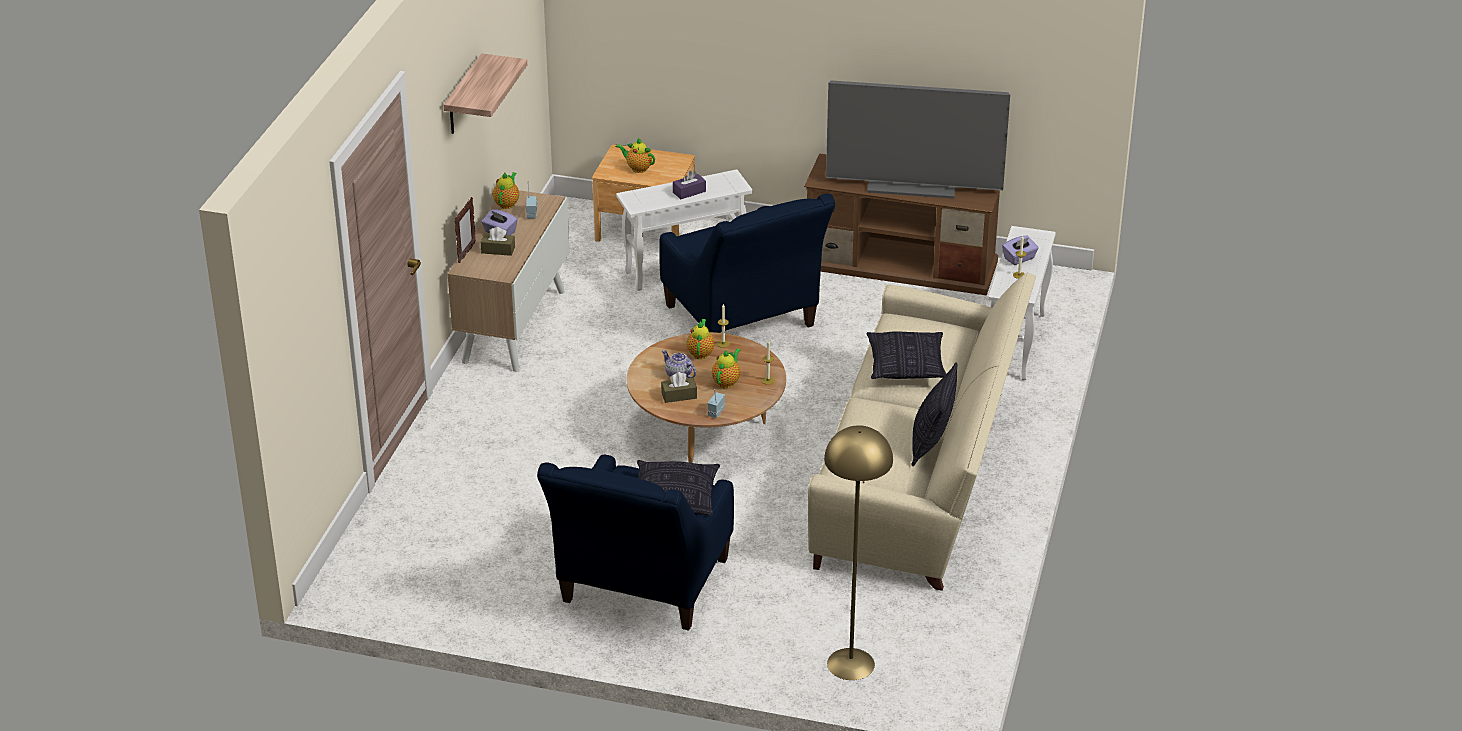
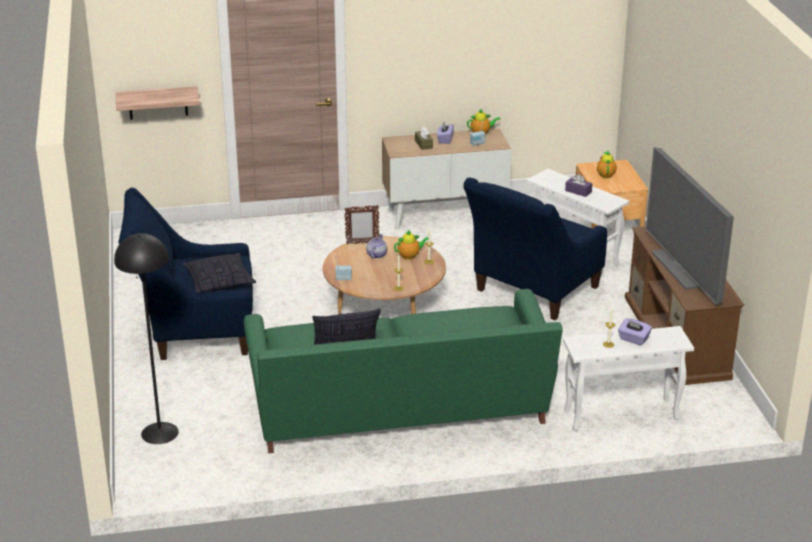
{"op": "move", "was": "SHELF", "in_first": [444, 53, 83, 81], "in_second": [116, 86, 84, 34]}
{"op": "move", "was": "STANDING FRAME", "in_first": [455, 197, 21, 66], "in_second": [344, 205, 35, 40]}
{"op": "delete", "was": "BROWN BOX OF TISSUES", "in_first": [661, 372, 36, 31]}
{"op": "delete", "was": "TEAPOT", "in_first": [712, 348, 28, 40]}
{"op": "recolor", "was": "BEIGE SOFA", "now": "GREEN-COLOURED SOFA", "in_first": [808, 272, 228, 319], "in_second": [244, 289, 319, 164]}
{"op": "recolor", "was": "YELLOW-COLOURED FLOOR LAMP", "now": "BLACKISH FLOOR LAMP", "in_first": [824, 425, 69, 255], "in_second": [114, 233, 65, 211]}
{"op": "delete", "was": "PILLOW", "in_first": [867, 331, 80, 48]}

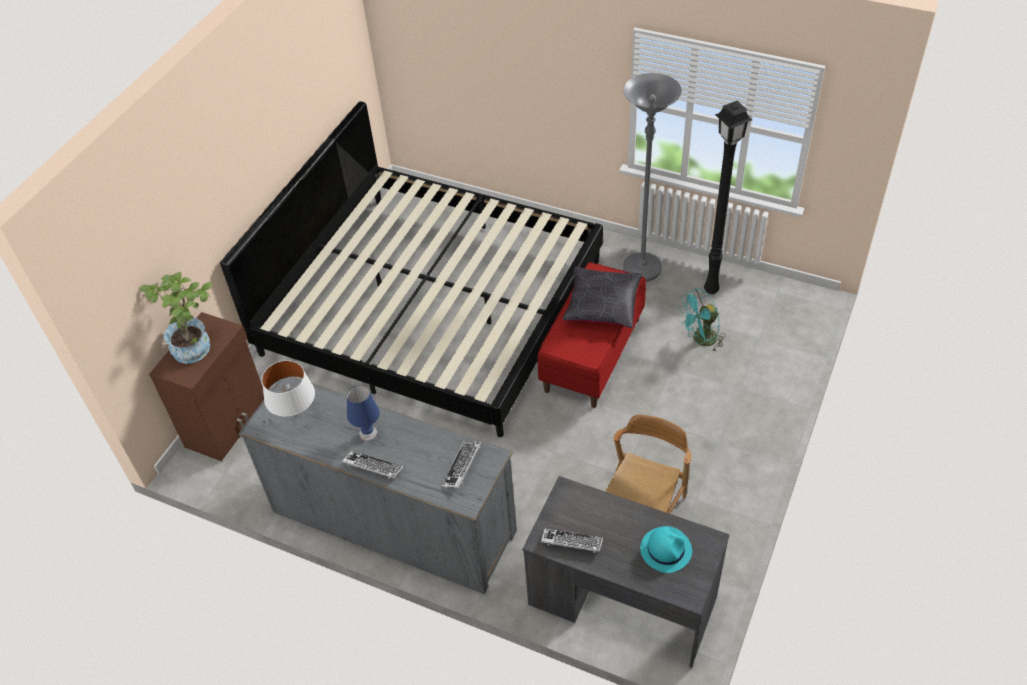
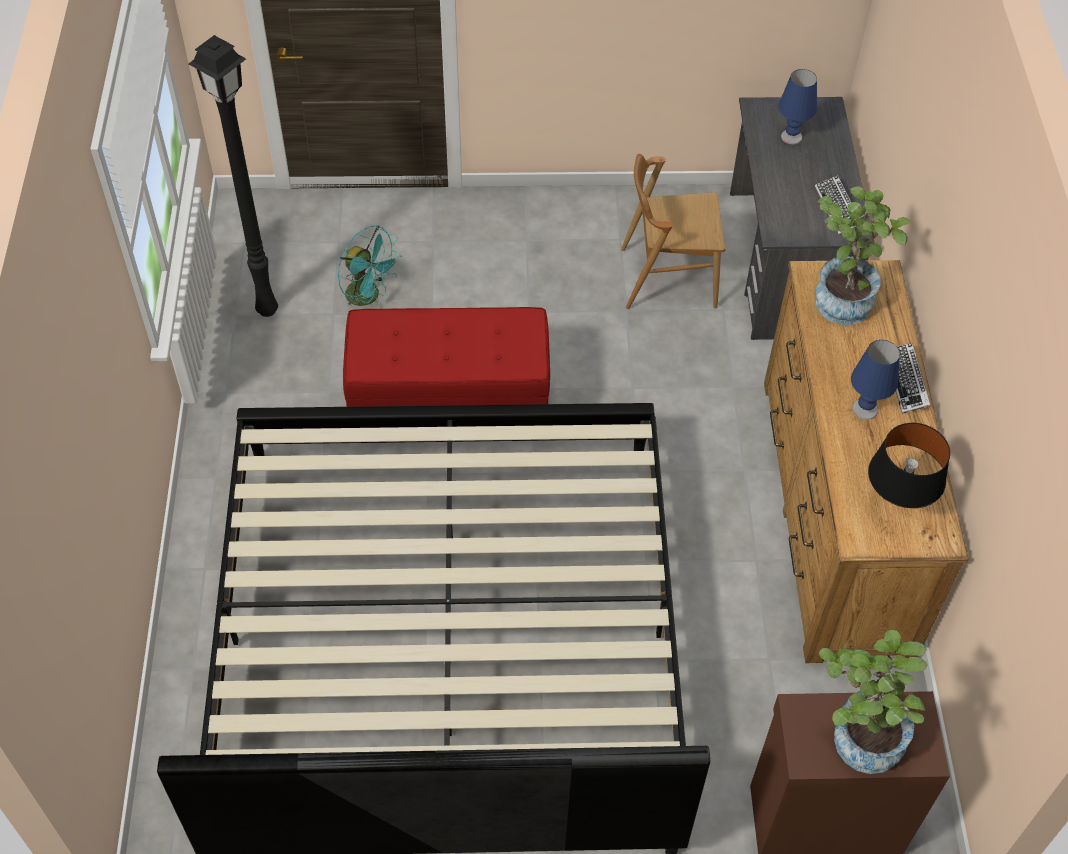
{"op": "recolor", "was": "GREYISH CHEST OF DRAWERS", "now": "BROWN CHEST OF DRAWERS", "in_first": [239, 377, 278, 217], "in_second": [764, 260, 205, 403]}
{"op": "recolor", "was": "WHITISH TABLE LAMP", "now": "BLACKISH TABLE LAMP", "in_first": [262, 360, 53, 57], "in_second": [868, 423, 82, 85]}
{"op": "replace", "was": "KEYBOARD", "now": "PLANT IN A POT", "in_first": [441, 441, 40, 47], "in_second": [816, 186, 95, 139]}
{"op": "delete", "was": "BLACKISH PILLOW", "in_first": [563, 266, 79, 62]}
{"op": "delete", "was": "GREYISH FLOOR LAMP", "in_first": [623, 73, 59, 209]}
{"op": "replace", "was": "TURQUOISE-COLOURED HAT", "now": "BLUISH TABLE LAMP", "in_first": [640, 526, 52, 47], "in_second": [778, 69, 39, 75]}

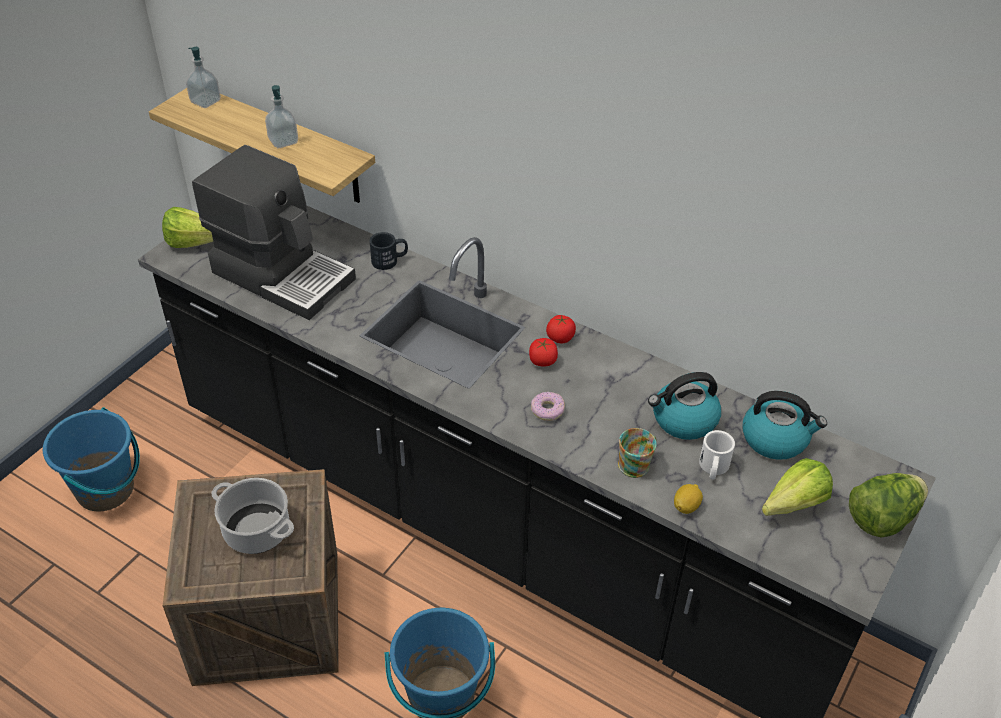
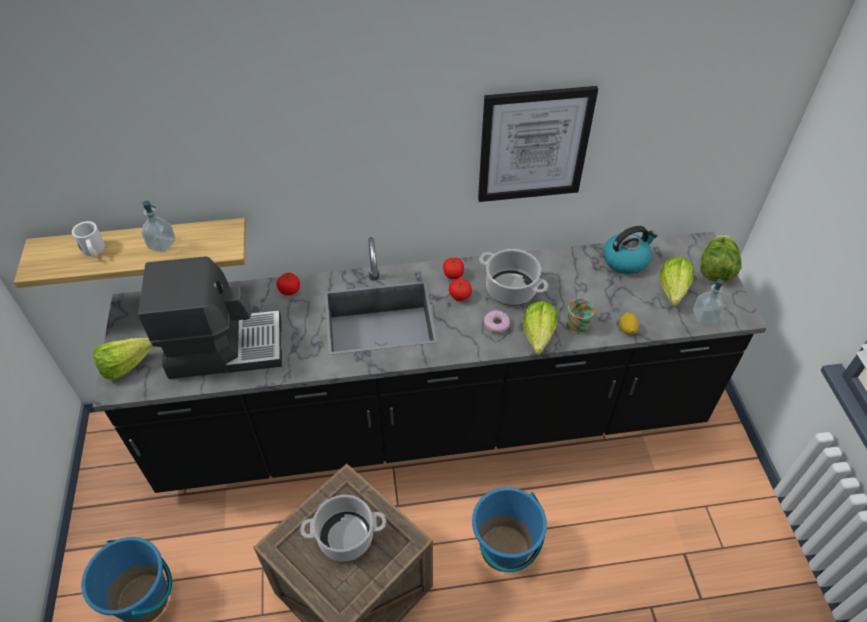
{"op": "move", "was": "SOAP BOTTLE", "in_first": [186, 47, 35, 61], "in_second": [693, 279, 31, 44]}
{"op": "replace", "was": "BLACKISH MUG", "now": "WHOLE TOMATO", "in_first": [370, 232, 38, 38], "in_second": [277, 273, 23, 22]}
{"op": "delete", "was": "TEA KETTLE", "in_first": [648, 372, 73, 68]}
{"op": "move", "was": "WHITISH MUG", "in_first": [699, 430, 36, 49], "in_second": [72, 221, 33, 37]}
{"op": "insert", "now": "WALL PICTURE", "in_second": [478, 86, 120, 116]}
{"op": "insert", "now": "SAUCEPOT", "in_second": [479, 249, 69, 57]}
{"op": "insert", "now": "LETTUCE", "in_second": [523, 301, 35, 54]}

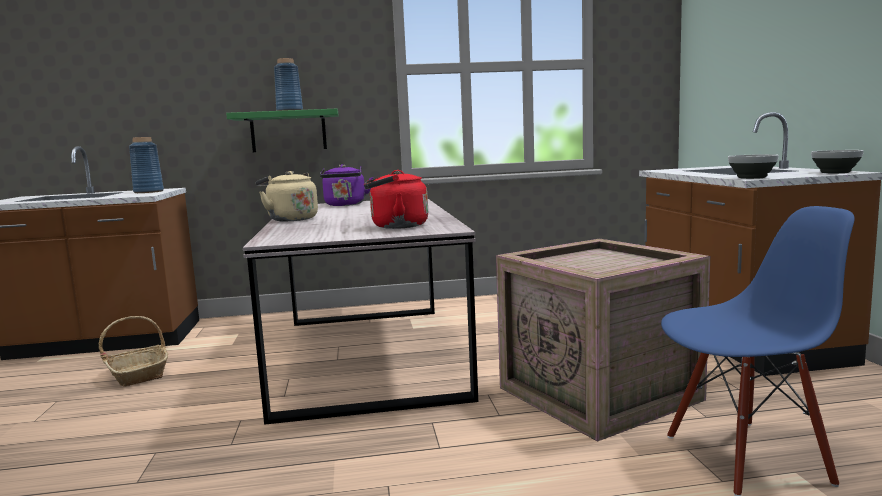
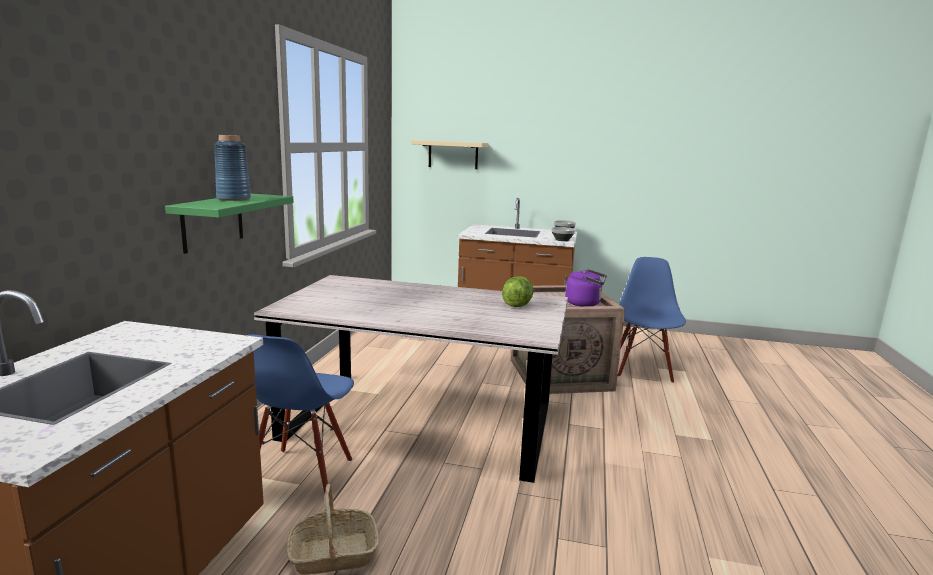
{"op": "delete", "was": "BLUISH VASE", "in_first": [129, 137, 35, 56]}
{"op": "delete", "was": "BEIGE TEA KETTLE", "in_first": [256, 171, 62, 50]}
{"op": "move", "was": "PURPLE TEA KETTLE", "in_first": [320, 164, 53, 42], "in_second": [565, 269, 42, 37]}
{"op": "replace", "was": "RED-COLOURED TEA KETTLE", "now": "LETTUCE", "in_first": [364, 170, 64, 59], "in_second": [502, 276, 32, 31]}
{"op": "insert", "now": "BLUISH PLAIN CHAIR", "in_second": [246, 335, 108, 159]}
{"op": "insert", "now": "BEIGE SHELF", "in_second": [411, 140, 77, 29]}

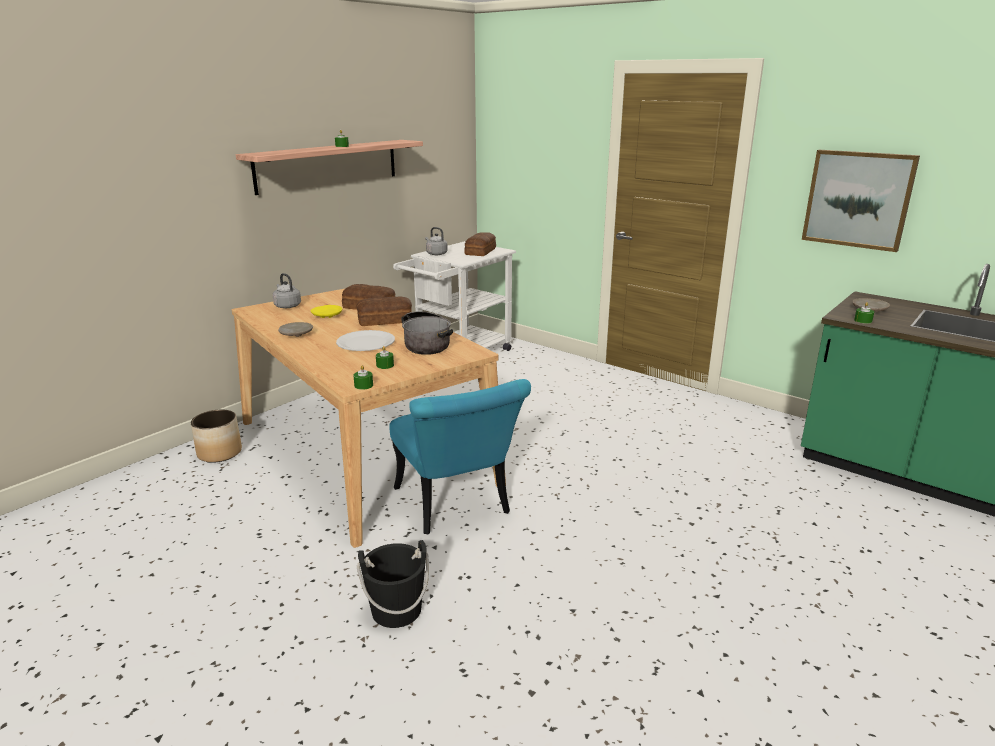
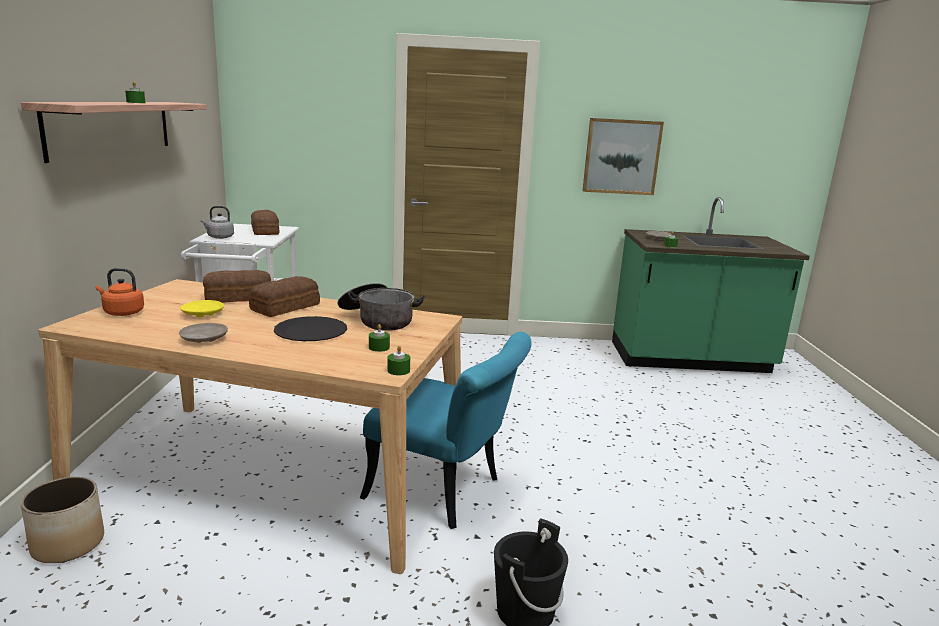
{"op": "recolor", "was": "GREYISH TEA KETTLE", "now": "ORANGE TEA KETTLE", "in_first": [273, 273, 28, 35], "in_second": [96, 268, 48, 48]}
{"op": "recolor", "was": "WHITISH PLATE", "now": "BLACKISH PLATE", "in_first": [336, 330, 59, 21], "in_second": [274, 316, 73, 25]}

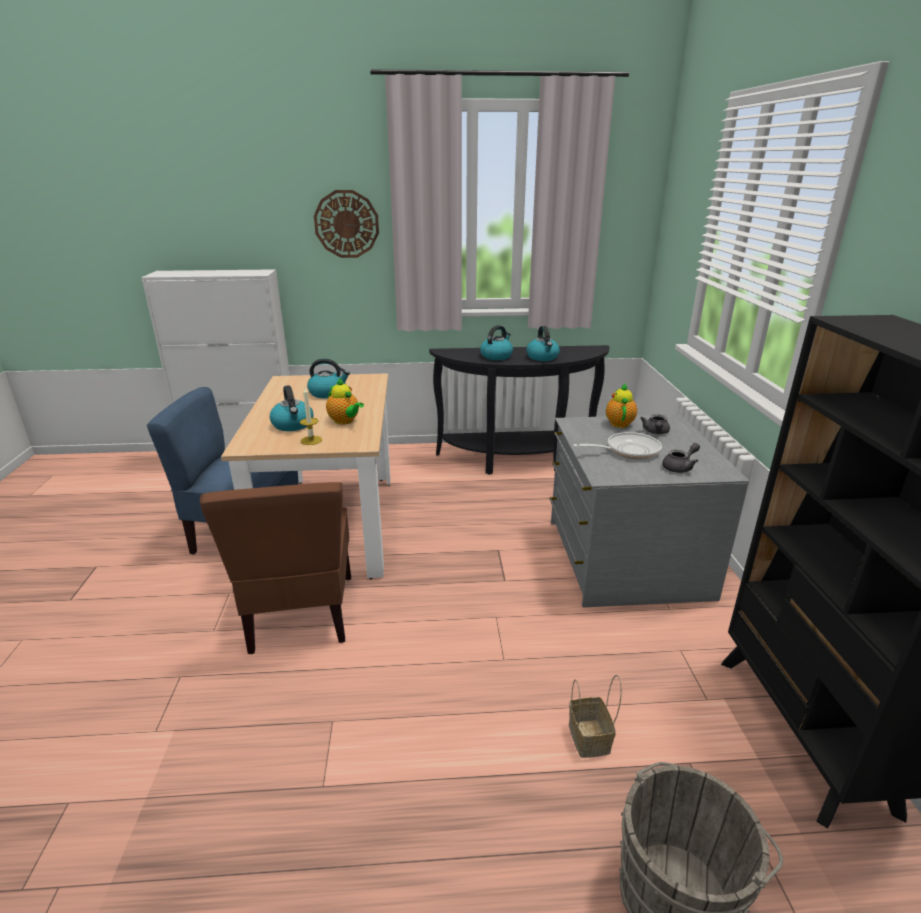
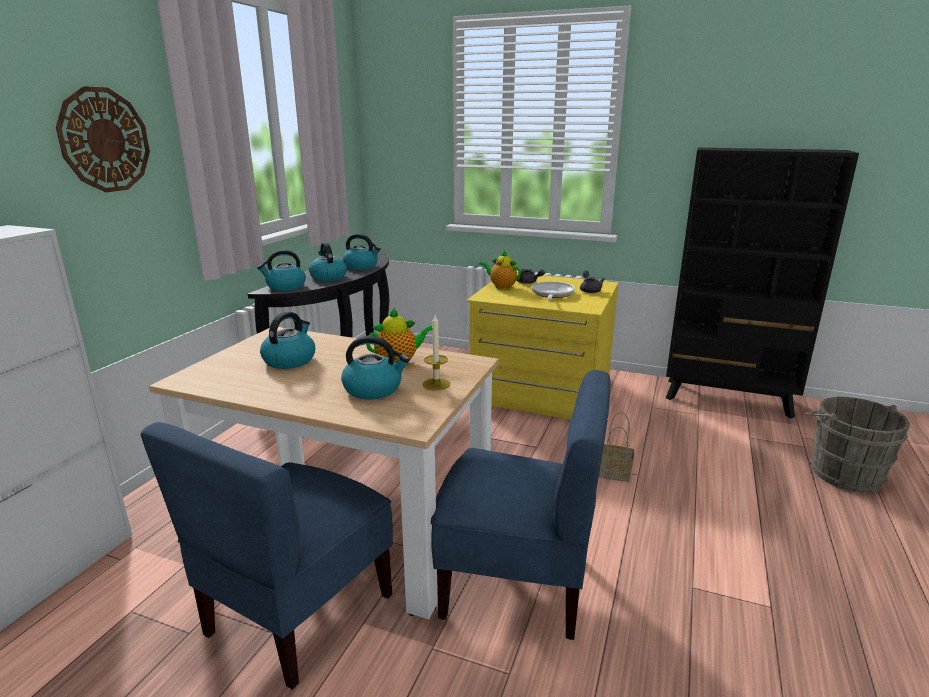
{"op": "recolor", "was": "BROWN PLAIN CHAIR", "now": "BLUISH PLAIN CHAIR", "in_first": [200, 482, 151, 172], "in_second": [431, 370, 180, 270]}
{"op": "recolor", "was": "GREYISH CHEST OF DRAWERS", "now": "YELLOW-COLOURED CHEST OF DRAWERS", "in_first": [549, 414, 200, 193], "in_second": [467, 273, 152, 147]}
{"op": "move", "was": "HOUSEHOLD BASKET", "in_first": [569, 675, 53, 83], "in_second": [599, 412, 35, 70]}
{"op": "insert", "now": "TEA KETTLE", "in_second": [257, 250, 49, 41]}

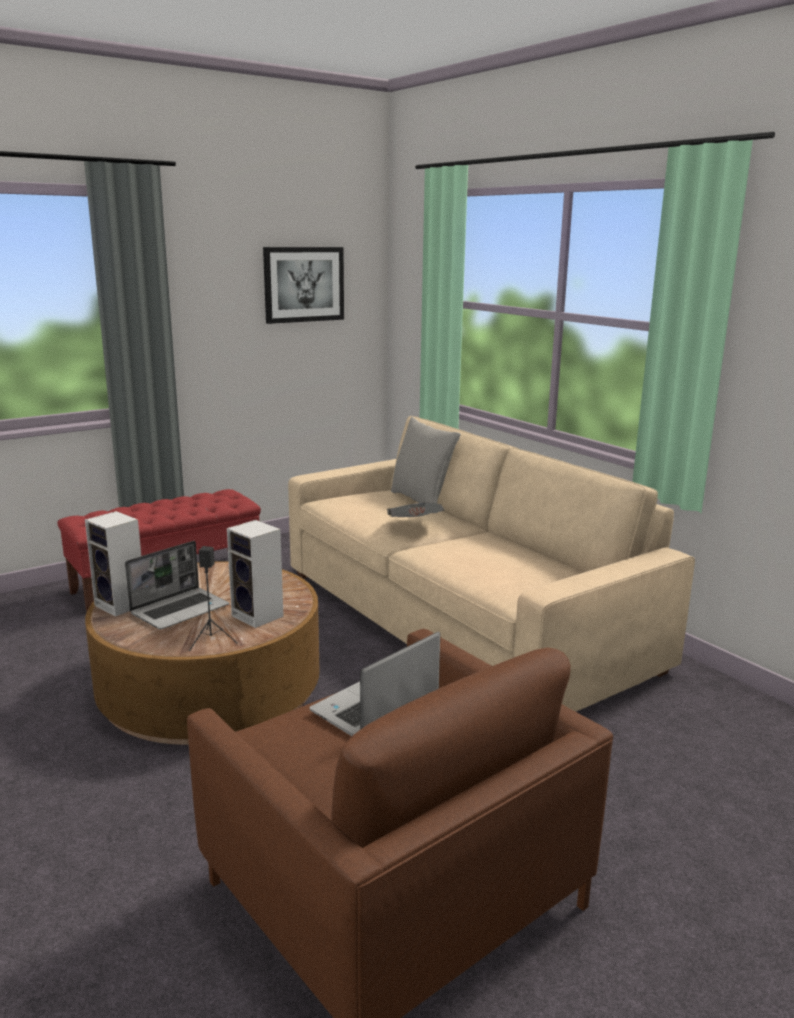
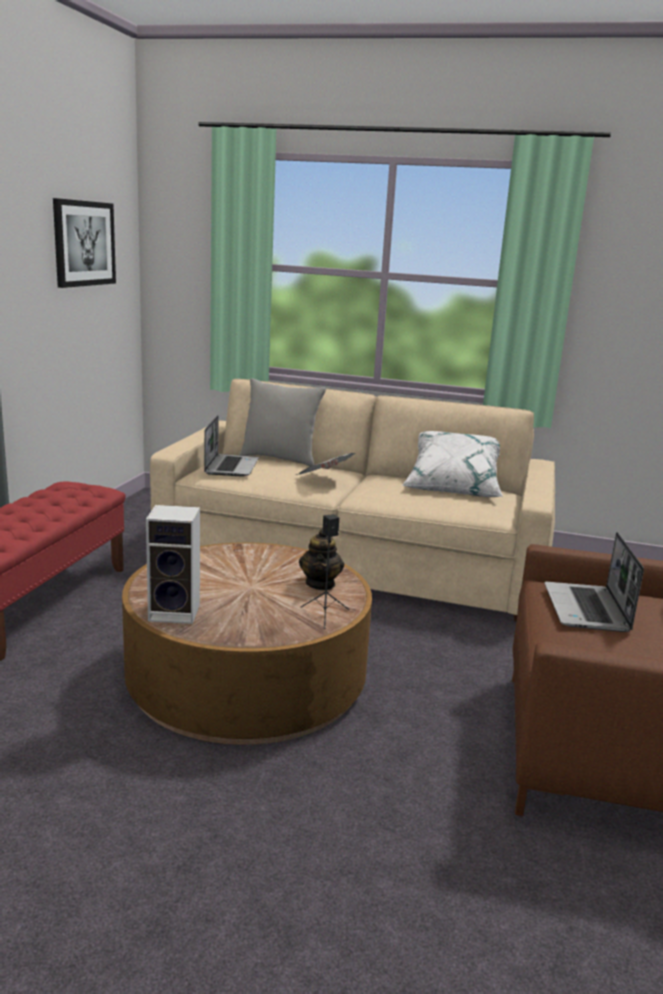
{"op": "move", "was": "LAPTOP", "in_first": [125, 541, 104, 88], "in_second": [204, 415, 55, 62]}
{"op": "replace", "was": "LOUDSPEAKER", "now": "TEAPOT", "in_first": [227, 520, 57, 108], "in_second": [299, 528, 45, 62]}
{"op": "insert", "now": "WHITISH PILLOW", "in_second": [402, 431, 101, 66]}

